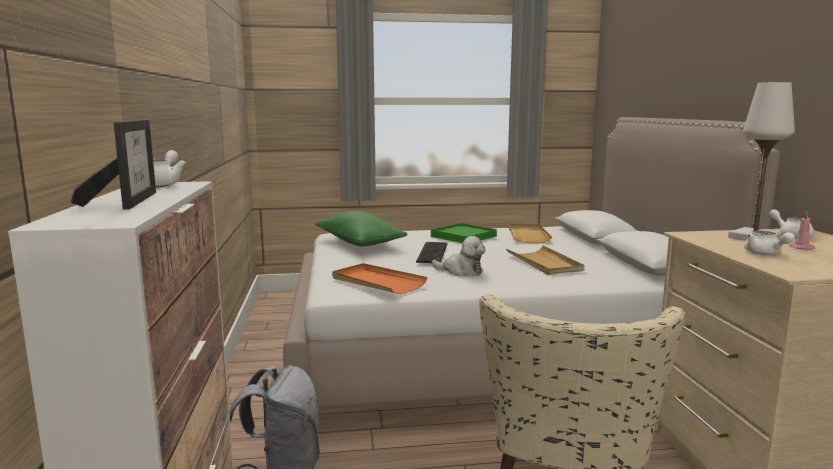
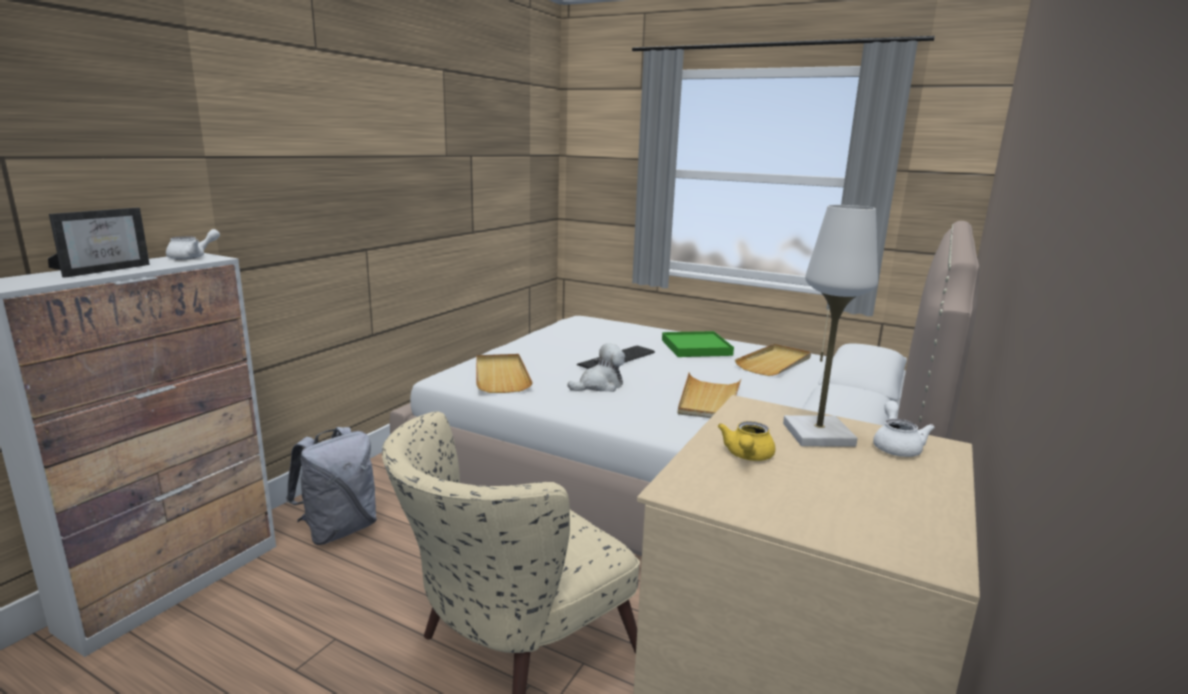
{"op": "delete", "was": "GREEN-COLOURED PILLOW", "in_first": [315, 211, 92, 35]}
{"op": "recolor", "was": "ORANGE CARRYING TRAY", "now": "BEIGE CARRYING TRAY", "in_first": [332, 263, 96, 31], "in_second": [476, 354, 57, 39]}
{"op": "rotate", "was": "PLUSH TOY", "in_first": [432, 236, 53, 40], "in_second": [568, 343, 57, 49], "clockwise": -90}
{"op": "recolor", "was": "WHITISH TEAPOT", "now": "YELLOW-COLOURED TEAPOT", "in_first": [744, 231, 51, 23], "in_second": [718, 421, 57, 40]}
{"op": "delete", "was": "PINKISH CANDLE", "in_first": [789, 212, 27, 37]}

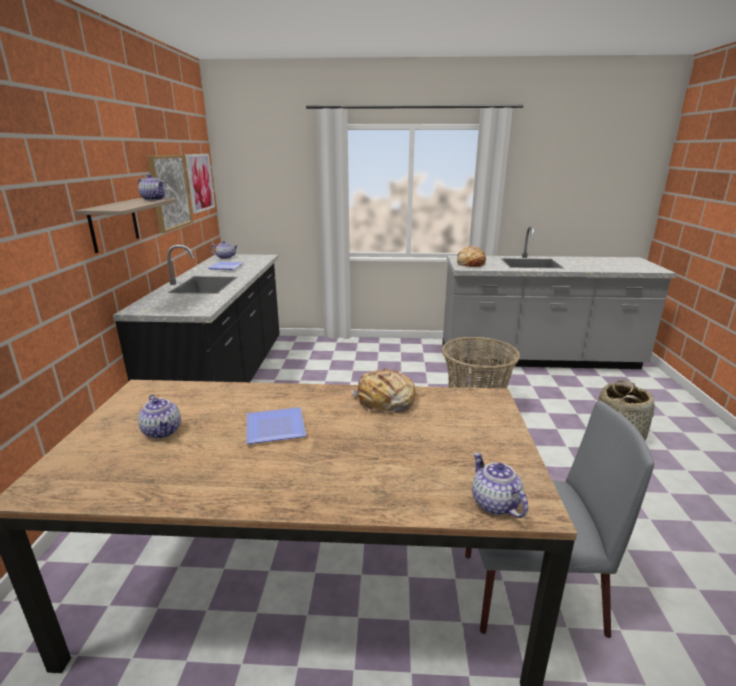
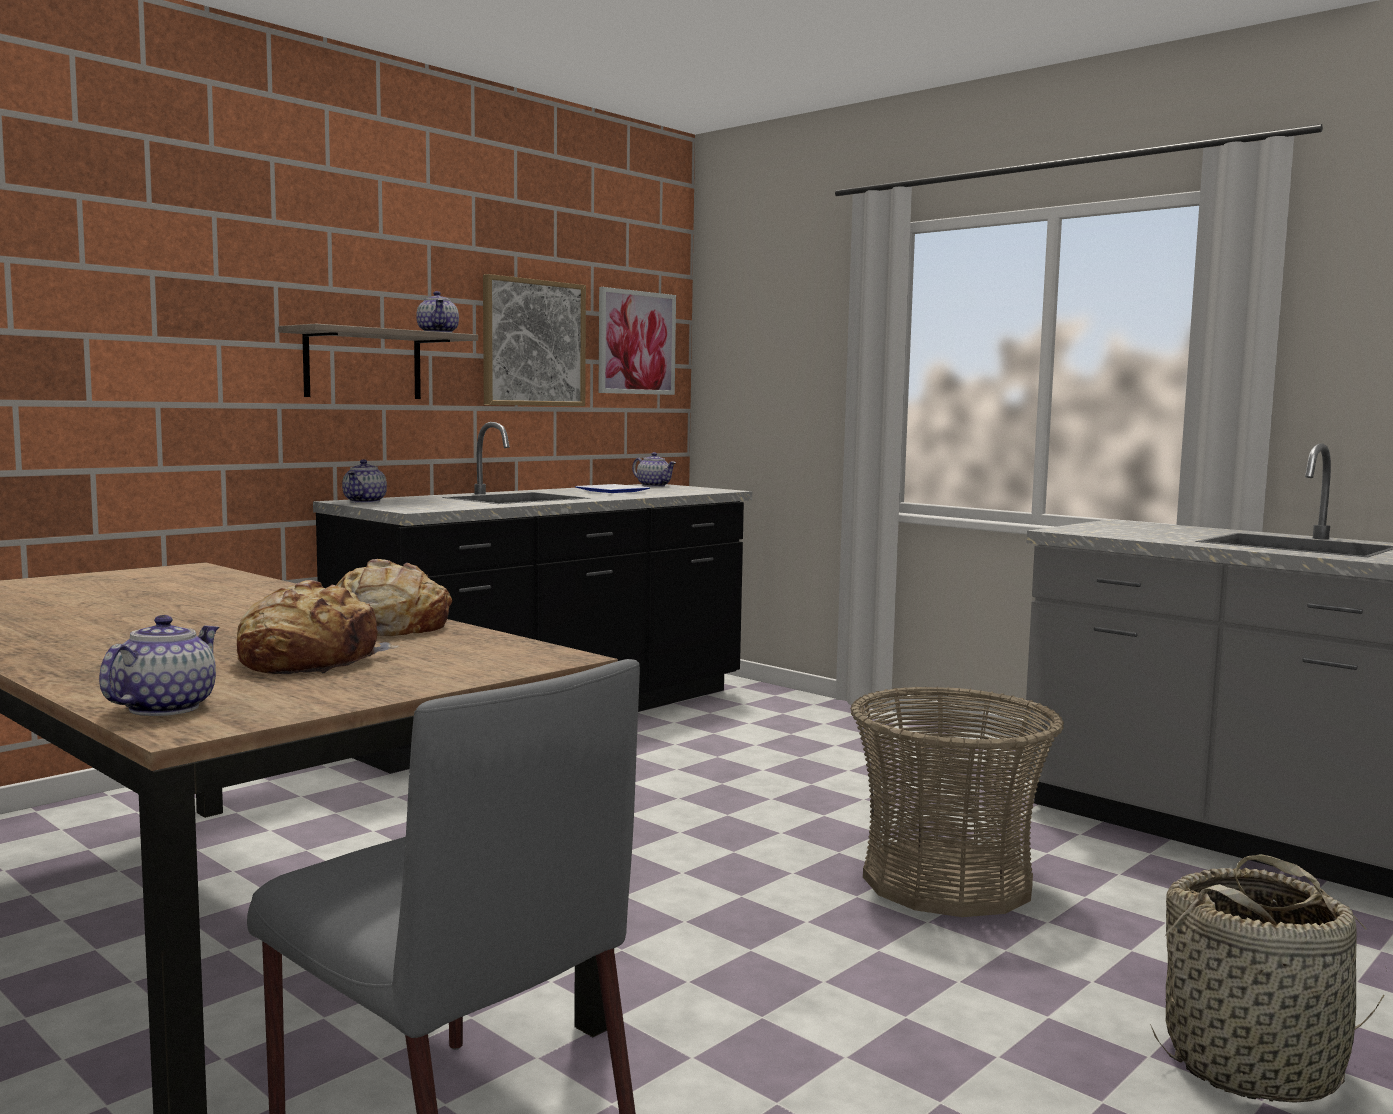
{"op": "move", "was": "TEAPOT", "in_first": [138, 394, 43, 45], "in_second": [342, 459, 45, 44]}
{"op": "delete", "was": "PLATE", "in_first": [246, 407, 60, 37]}
{"op": "move", "was": "BAKERY BREAD", "in_first": [457, 246, 29, 21], "in_second": [237, 580, 163, 94]}

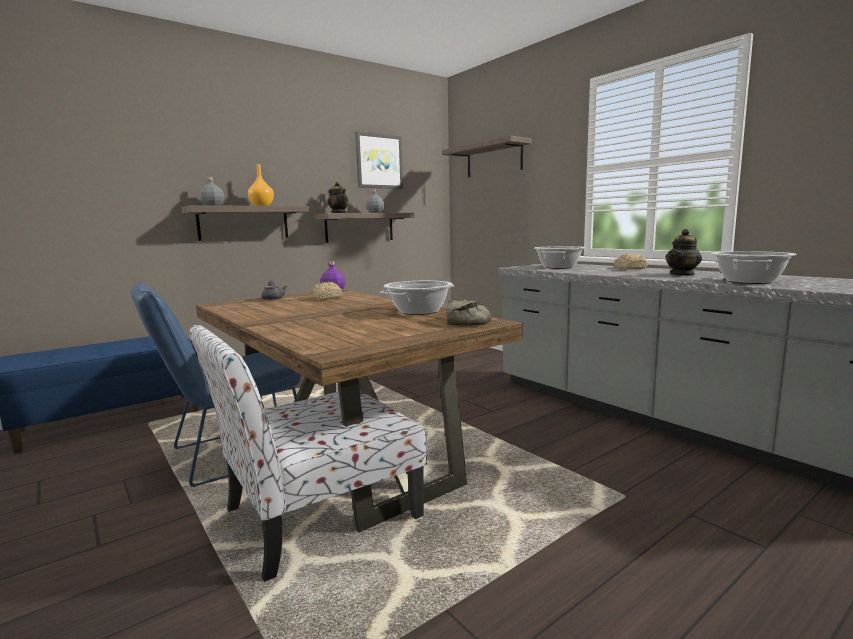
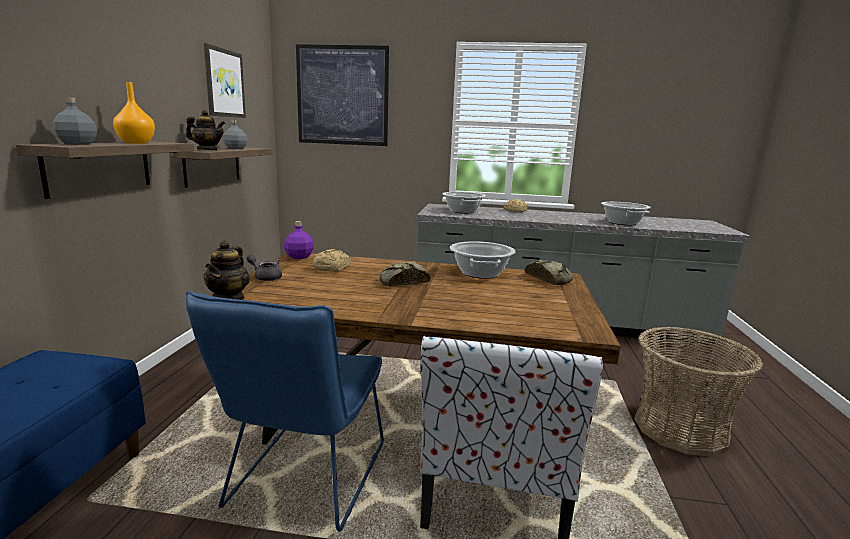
{"op": "replace", "was": "SHELF", "now": "WALL PICTURE", "in_first": [442, 135, 90, 42], "in_second": [296, 44, 93, 102]}
{"op": "move", "was": "TEAPOT", "in_first": [665, 229, 37, 47], "in_second": [204, 240, 46, 60]}
{"op": "insert", "now": "BAKERY BREAD", "in_second": [380, 261, 51, 25]}
{"op": "insert", "now": "HOUSEHOLD BASKET", "in_second": [635, 327, 128, 130]}

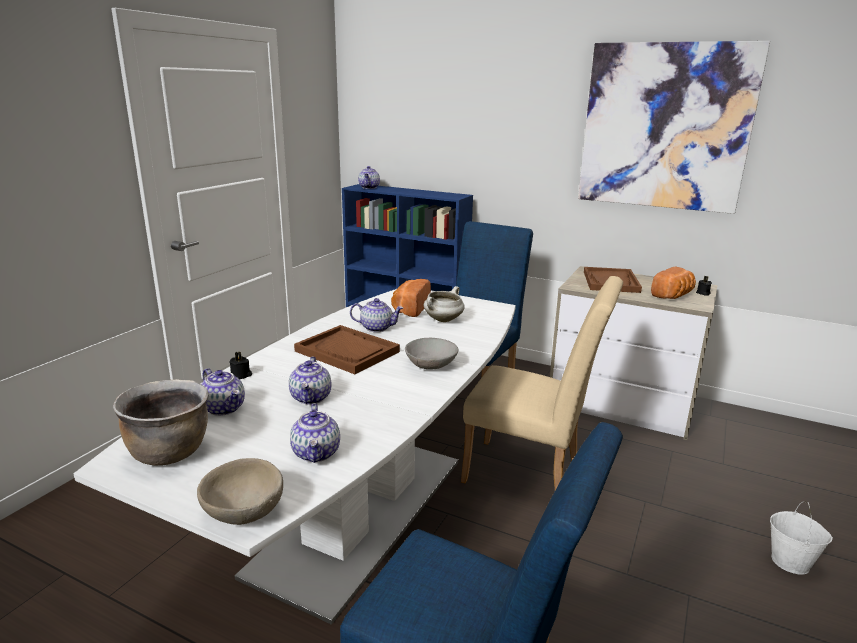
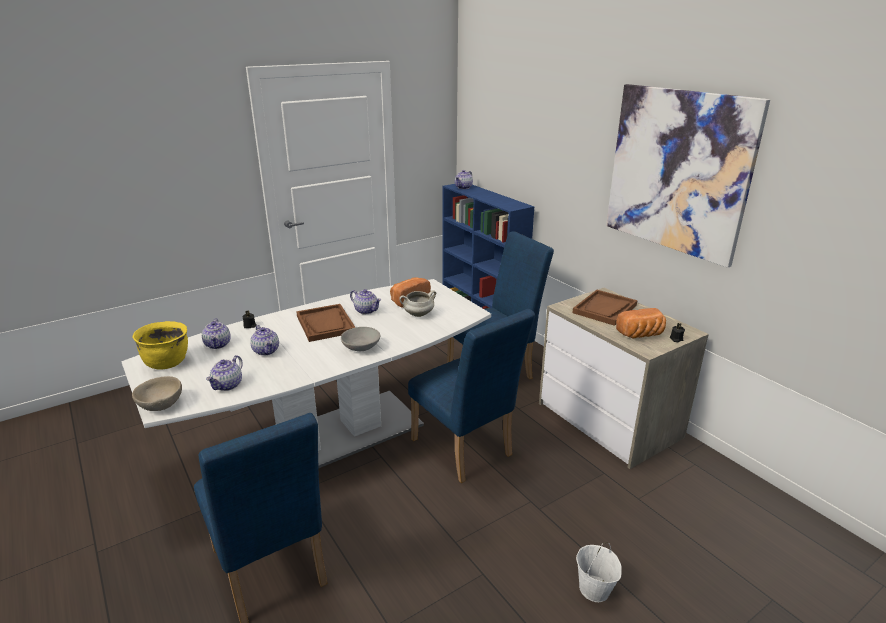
{"op": "recolor", "was": "BROWN SAUCEPOT", "now": "YELLOW-COLOURED SAUCEPOT", "in_first": [113, 379, 96, 86], "in_second": [133, 321, 55, 48]}
{"op": "rotate", "was": "TEAPOT", "in_first": [289, 356, 42, 48], "in_second": [250, 325, 29, 31], "clockwise": -60}
{"op": "recolor", "was": "BEIGE PLAIN CHAIR", "now": "BLUISH PLAIN CHAIR", "in_first": [461, 276, 162, 214], "in_second": [408, 309, 127, 174]}

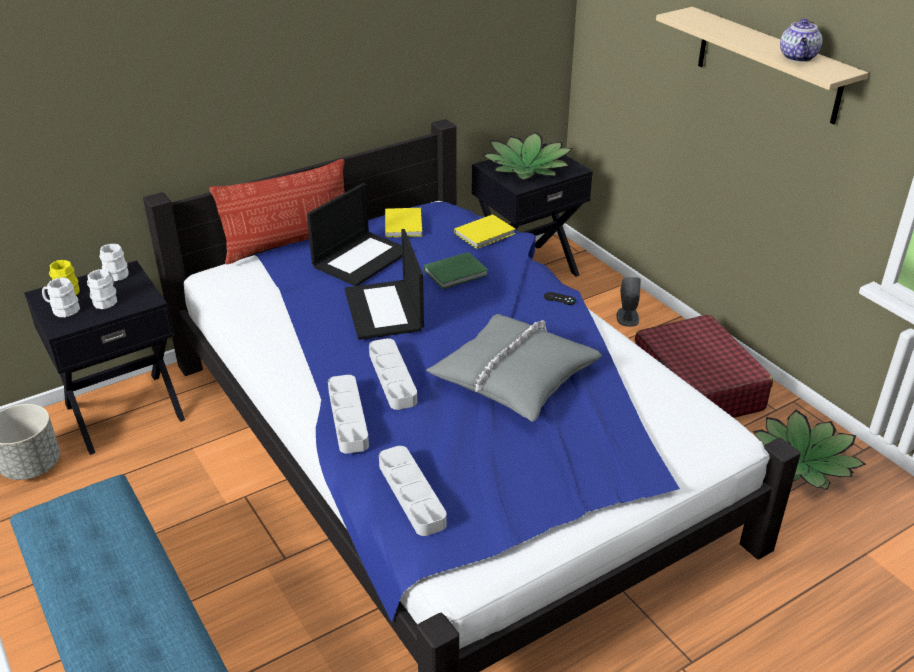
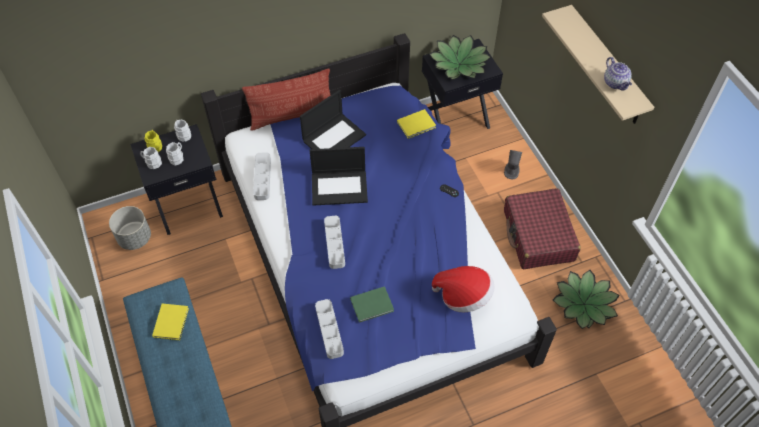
{"op": "move", "was": "GREYISH CARRYING TRAY", "in_first": [328, 375, 41, 79], "in_second": [253, 152, 18, 48]}
{"op": "rotate", "was": "LAPTOP", "in_first": [345, 229, 79, 111], "in_second": [310, 147, 58, 59], "clockwise": -90}
{"op": "move", "was": "YELLOW-COLOURED BOOK", "in_first": [385, 208, 37, 30], "in_second": [152, 303, 37, 37]}
{"op": "move", "was": "GREEN-COLOURED BOOK", "in_first": [424, 252, 64, 37], "in_second": [350, 286, 44, 37]}
{"op": "delete", "was": "GREYISH PILLOW", "in_first": [426, 314, 176, 108]}
{"op": "rotate", "was": "TEAPOT", "in_first": [780, 18, 42, 44], "in_second": [604, 57, 28, 34], "clockwise": -45}
{"op": "insert", "now": "HAT", "in_second": [432, 266, 63, 46]}

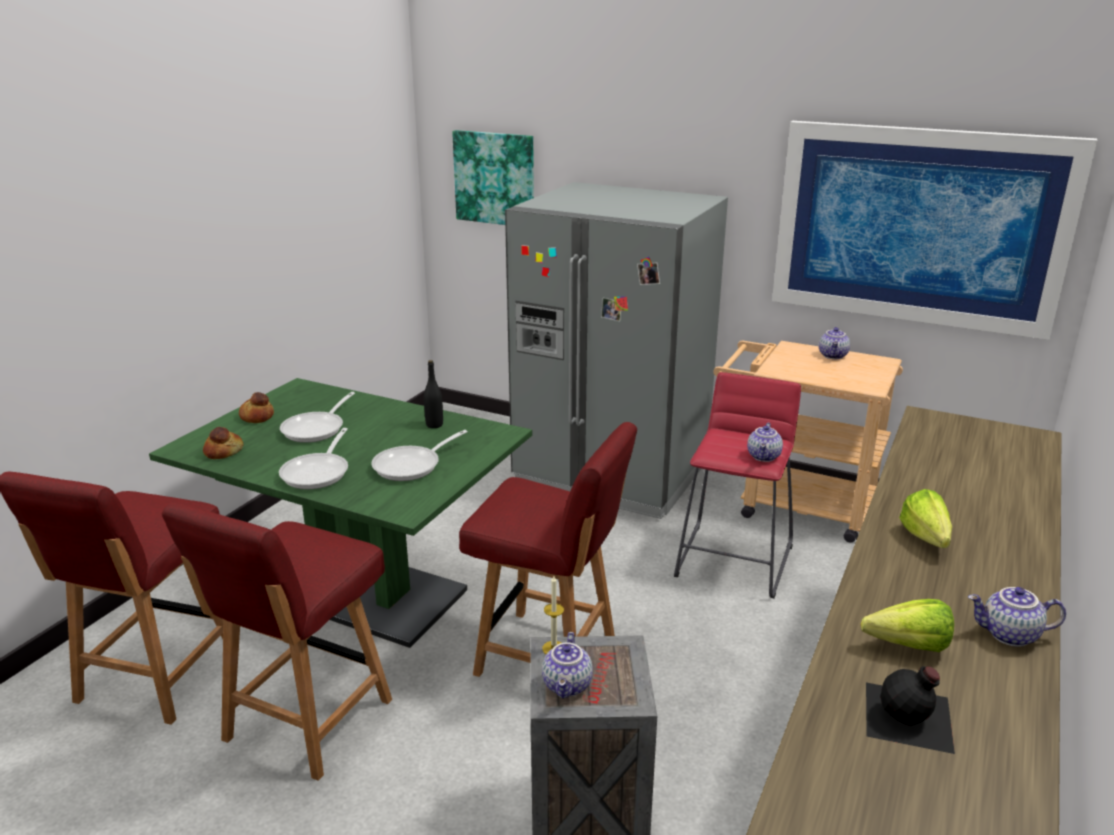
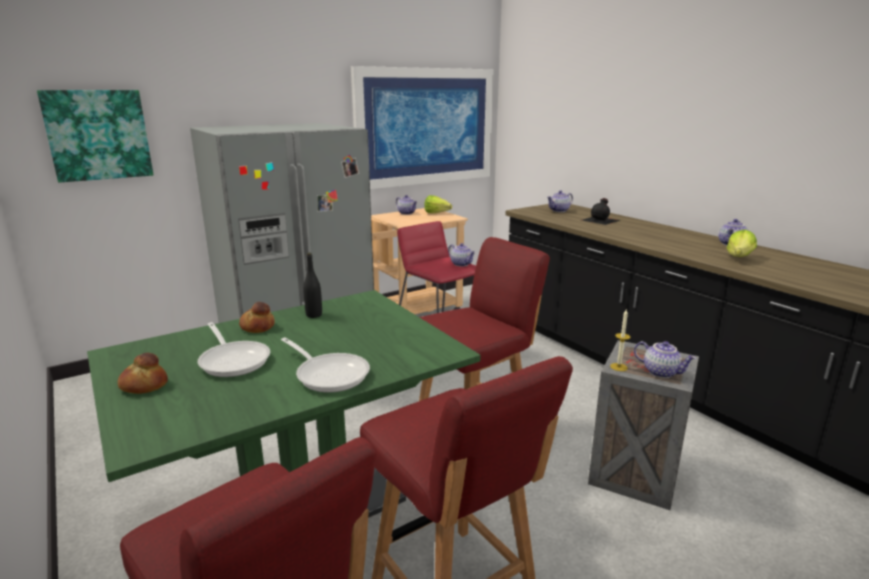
{"op": "move", "was": "BAKERY BREAD", "in_first": [203, 427, 41, 32], "in_second": [239, 302, 36, 31]}
{"op": "delete", "was": "SKILLET", "in_first": [371, 430, 97, 51]}
{"op": "move", "was": "BLACKISH BEVERAGE BOTTLE", "in_first": [866, 666, 89, 88], "in_second": [582, 198, 38, 27]}
{"op": "move", "was": "LETTUCE", "in_first": [899, 489, 53, 59], "in_second": [424, 195, 28, 18]}
{"op": "insert", "now": "TEAPOT", "in_second": [547, 190, 26, 22]}

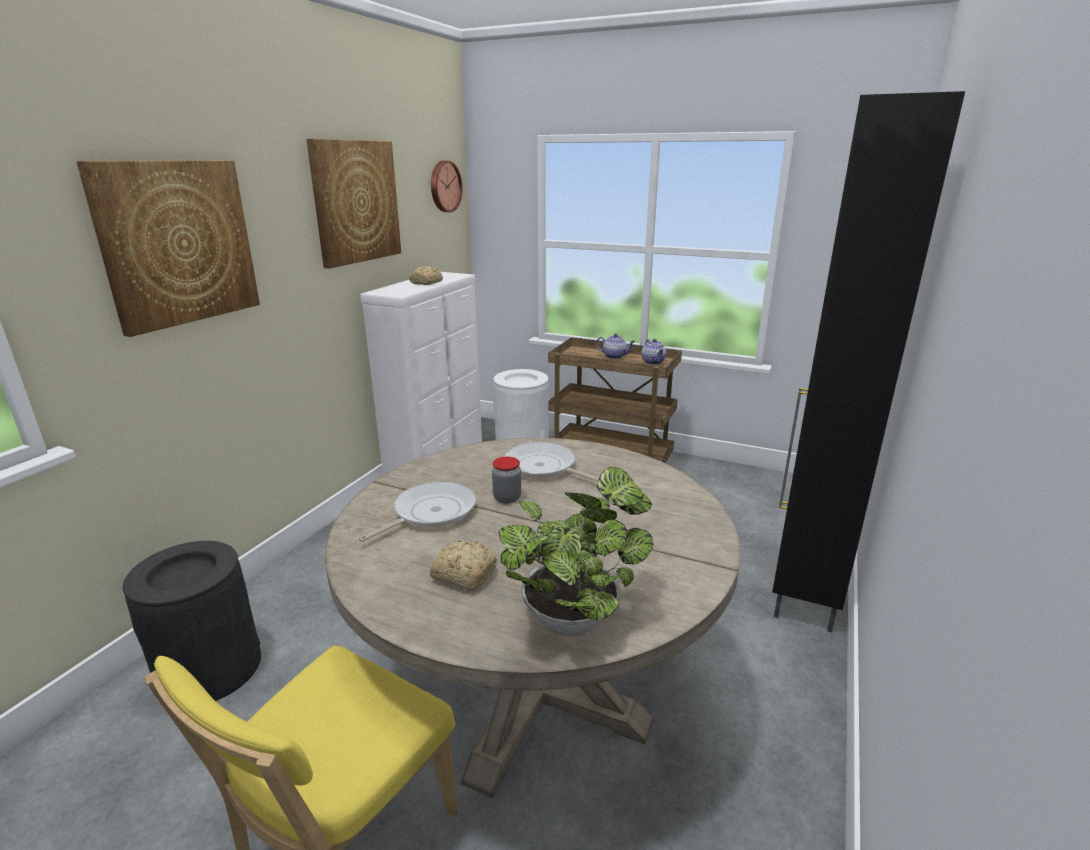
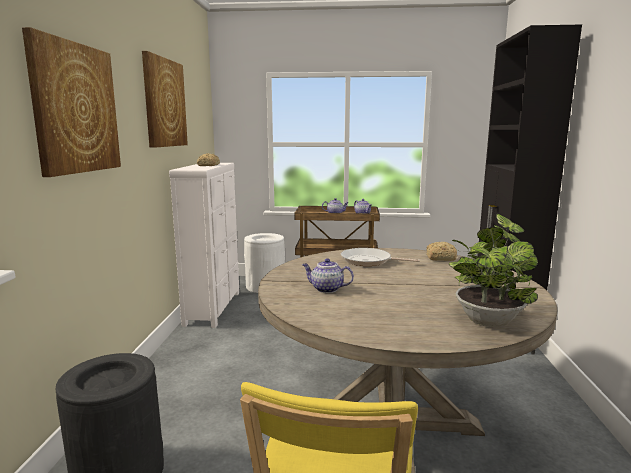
{"op": "replace", "was": "SKILLET", "now": "TEAPOT", "in_first": [359, 481, 117, 61], "in_second": [302, 258, 52, 35]}
{"op": "move", "was": "BAKERY BREAD", "in_first": [429, 540, 68, 51], "in_second": [426, 242, 31, 19]}
{"op": "delete", "was": "WALL CLOCK", "in_first": [431, 160, 31, 52]}
{"op": "delete", "was": "STORAGE JAR", "in_first": [492, 457, 29, 47]}

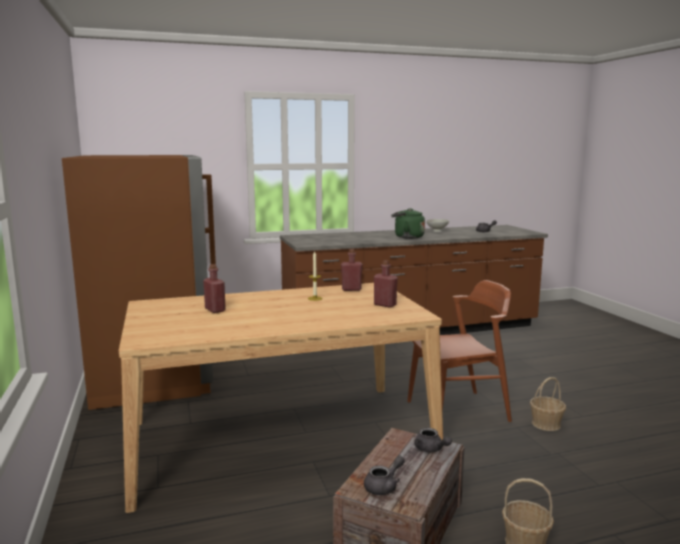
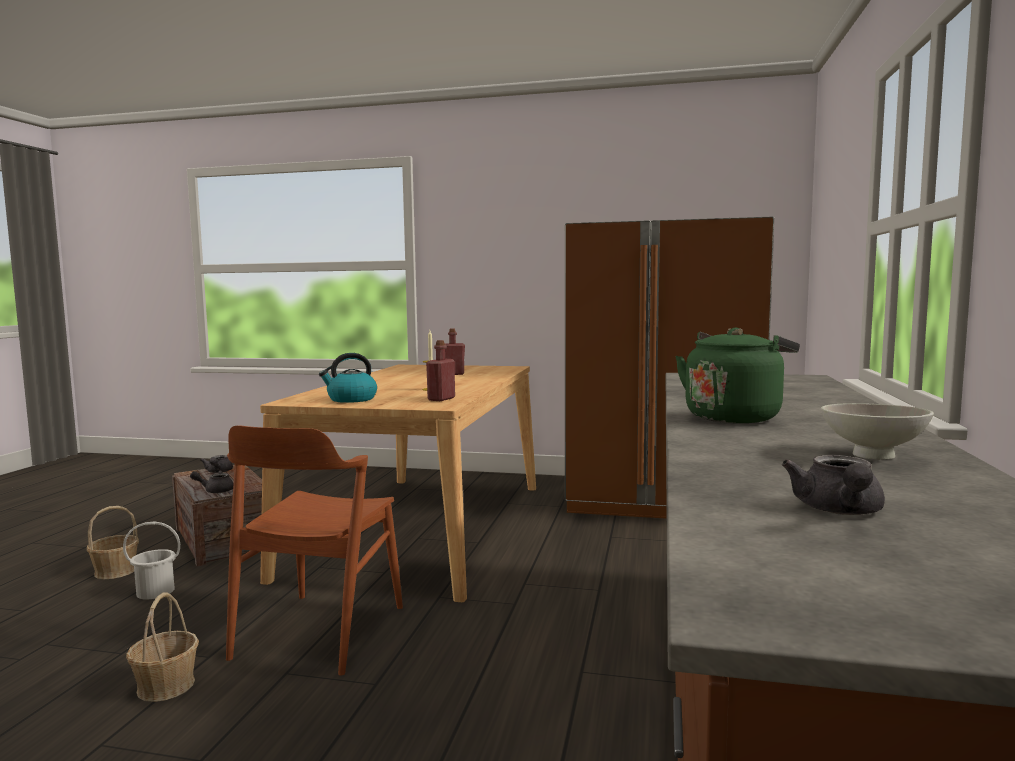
{"op": "replace", "was": "RED-COLOURED BEVERAGE BOTTLE", "now": "TEA KETTLE", "in_first": [374, 260, 24, 48], "in_second": [319, 353, 58, 50]}
{"op": "insert", "now": "WHITISH PAIL", "in_second": [123, 522, 57, 78]}

